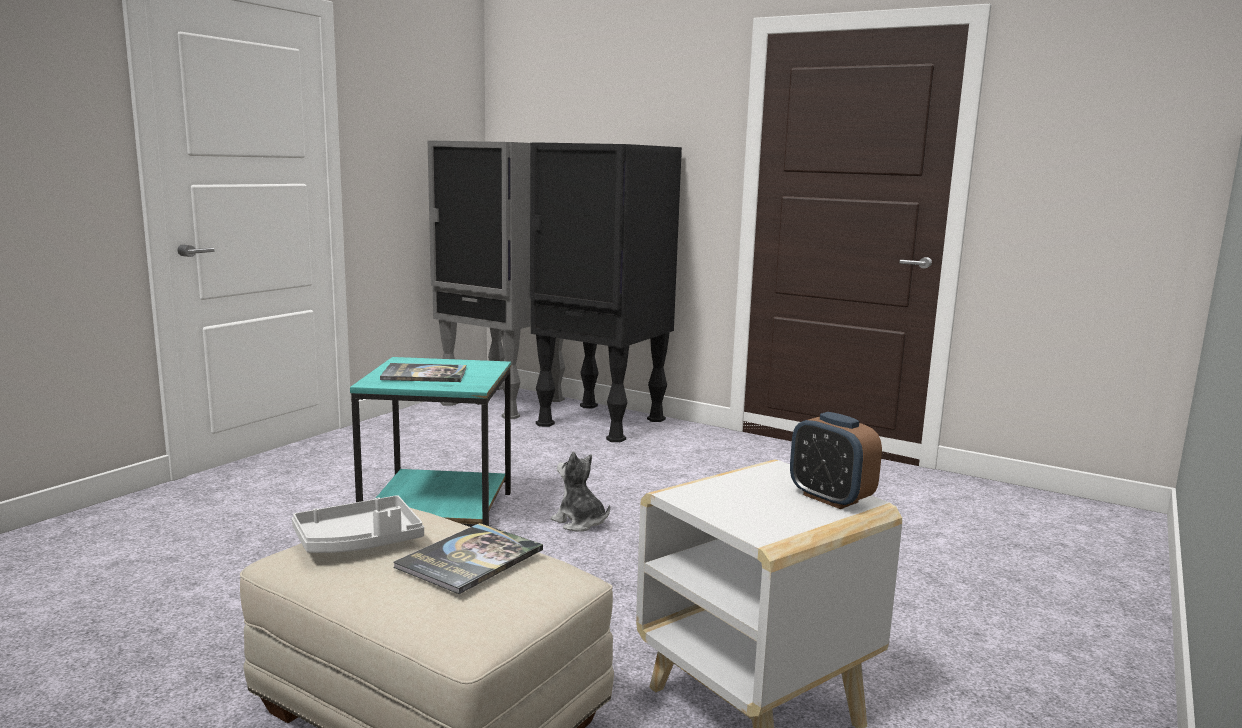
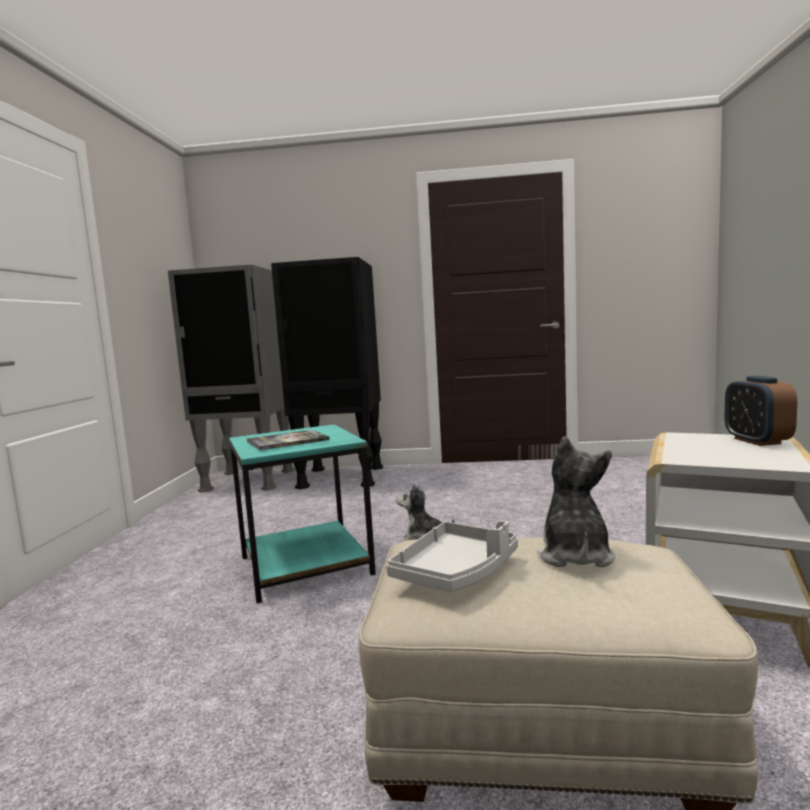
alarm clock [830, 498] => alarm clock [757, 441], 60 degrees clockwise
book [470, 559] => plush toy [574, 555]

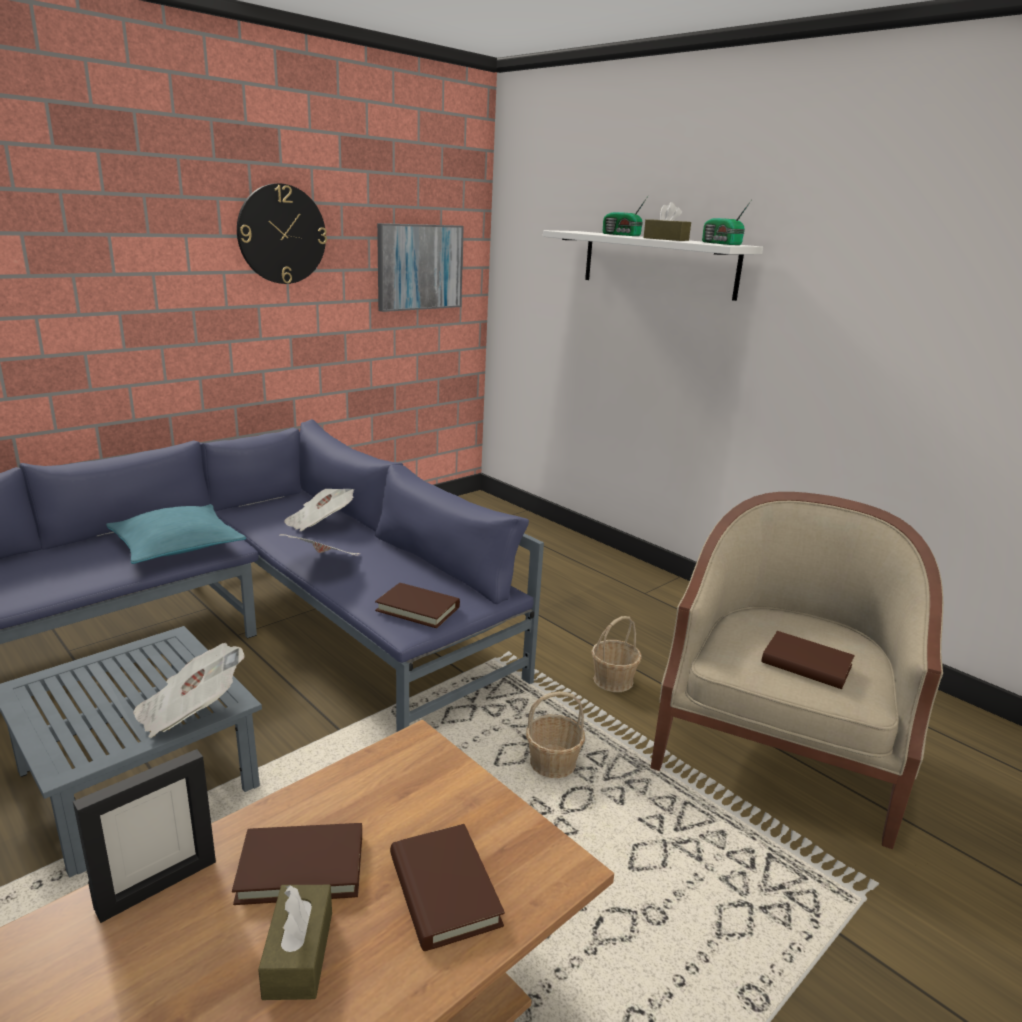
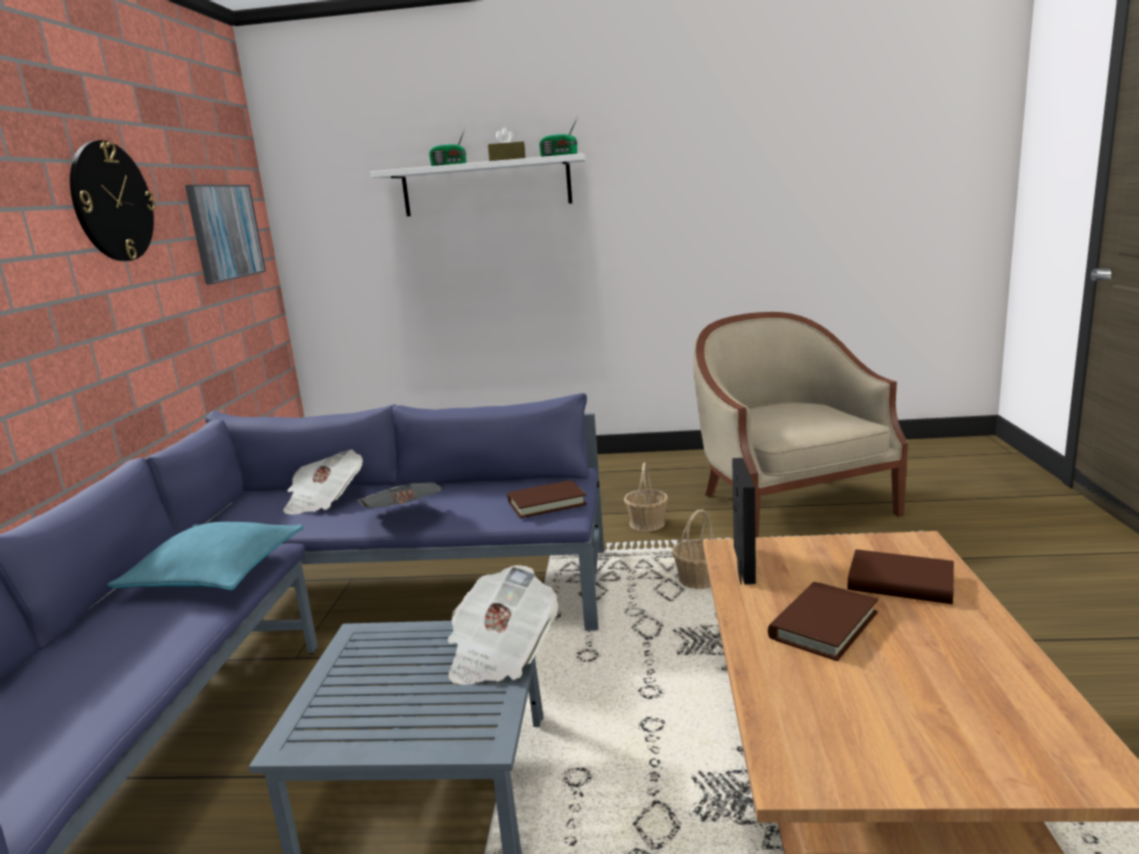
brown book [806, 664] => nothing
picture frame [157, 885] => picture frame [742, 564], shifted
brown tissue box [298, 954] => nothing

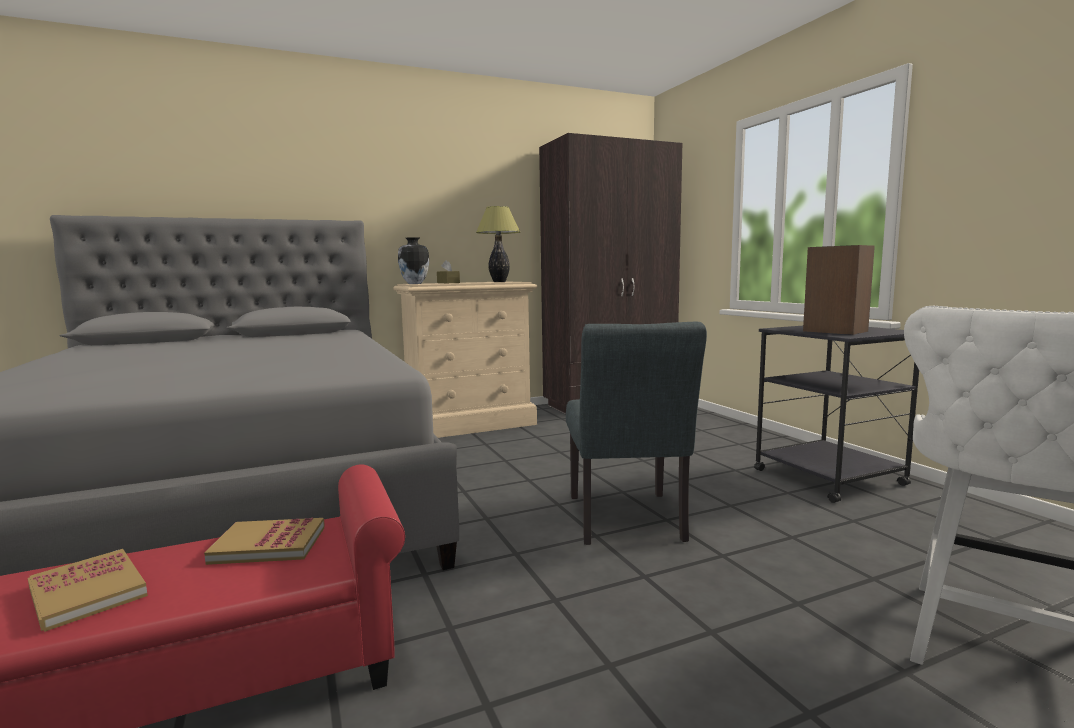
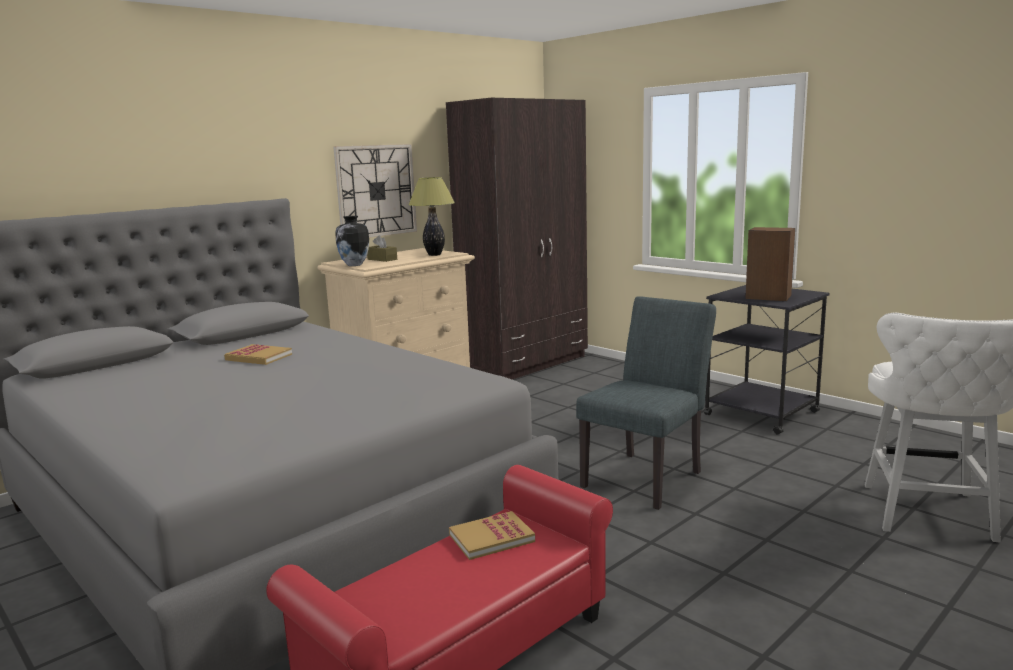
grey chair [627, 522] => grey chair [647, 476], 120 degrees counterclockwise
book [87, 592] => book [258, 357], shifted
nothing => wall clock [376, 191]

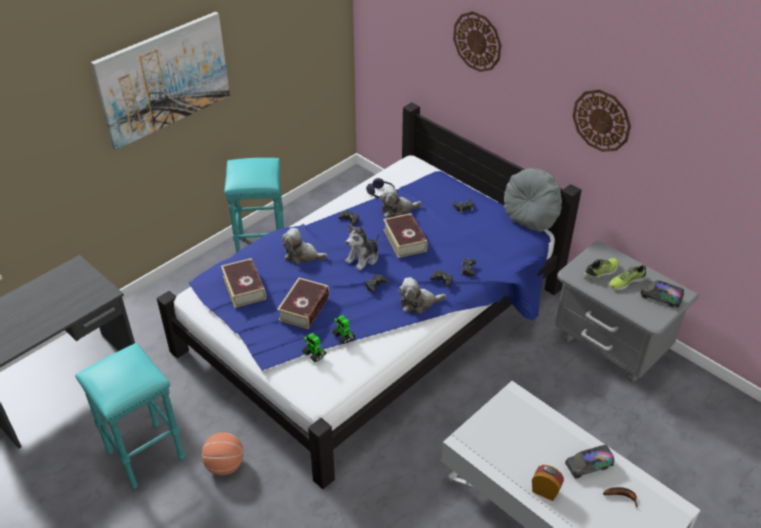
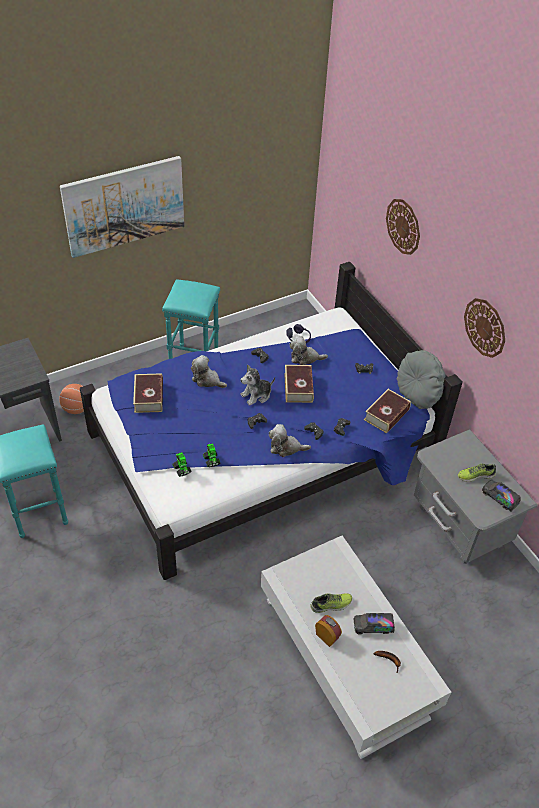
shoe [601, 272] => shoe [331, 605], shifted
book [304, 308] => book [386, 415], shifted
basketball [224, 465] => basketball [76, 408], shifted

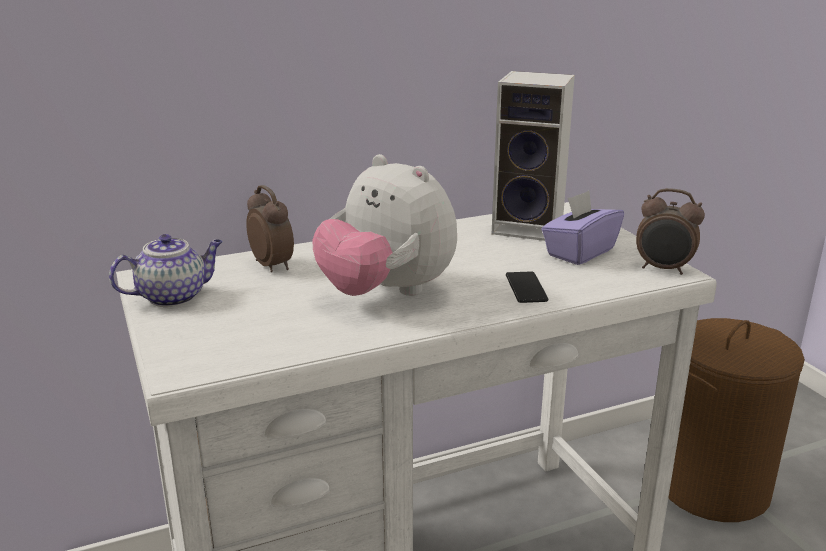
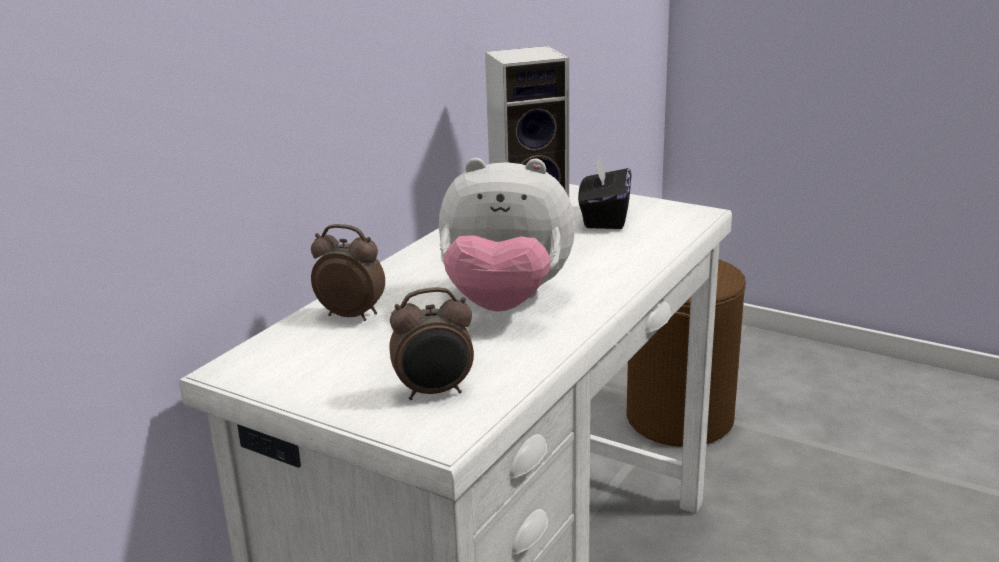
alarm clock [663, 269] => alarm clock [435, 392], shifted
purple tissue box [579, 252] => black tissue box [604, 218]
teapot [174, 296] => nothing
phone [526, 288] => nothing

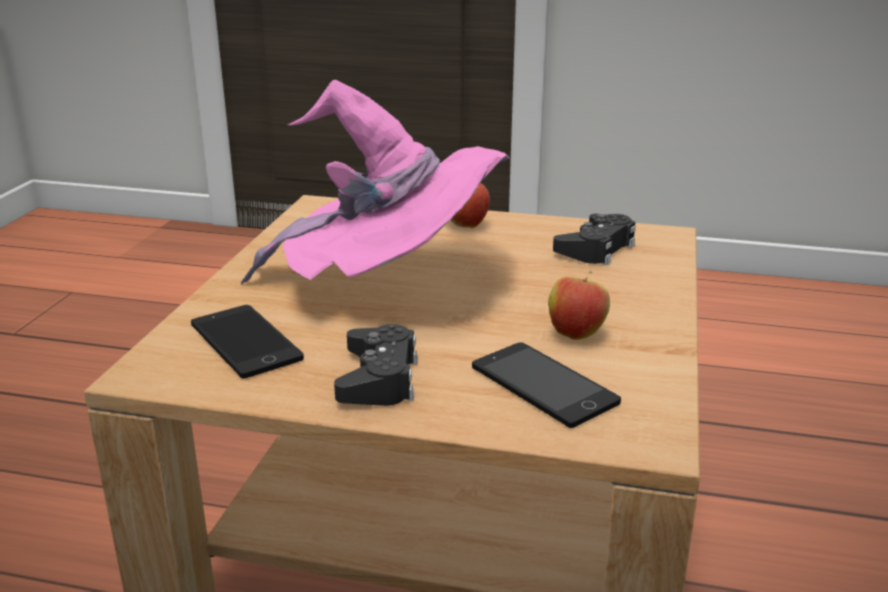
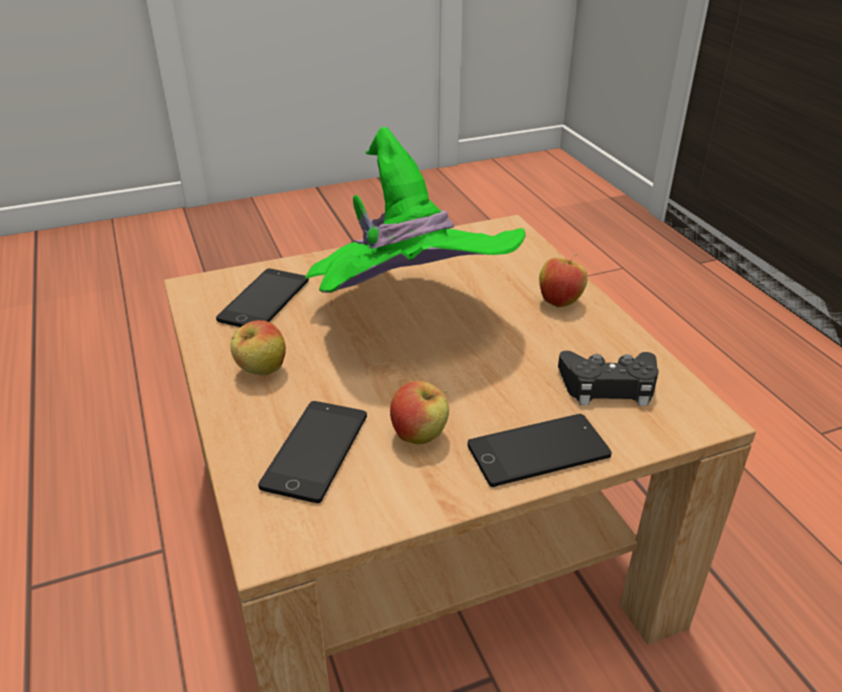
pink hat [391, 284] => green hat [408, 315]
black game controller [378, 378] => apple [261, 371]
nothing => phone [538, 451]

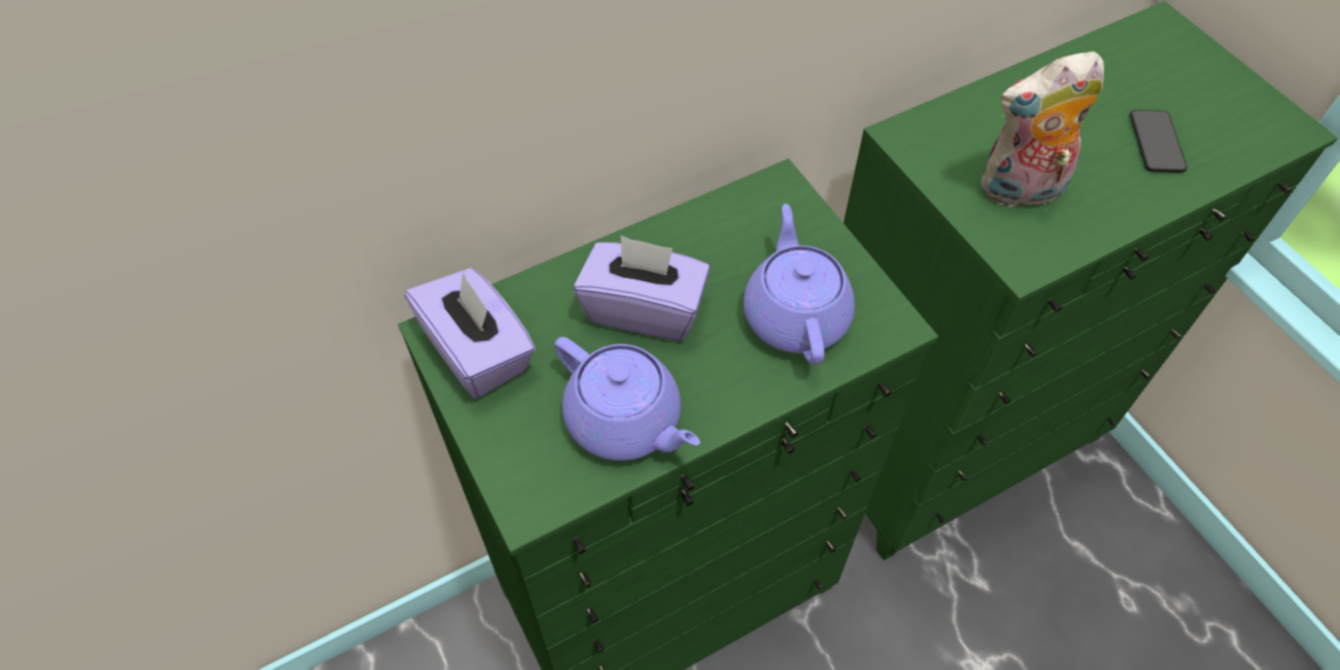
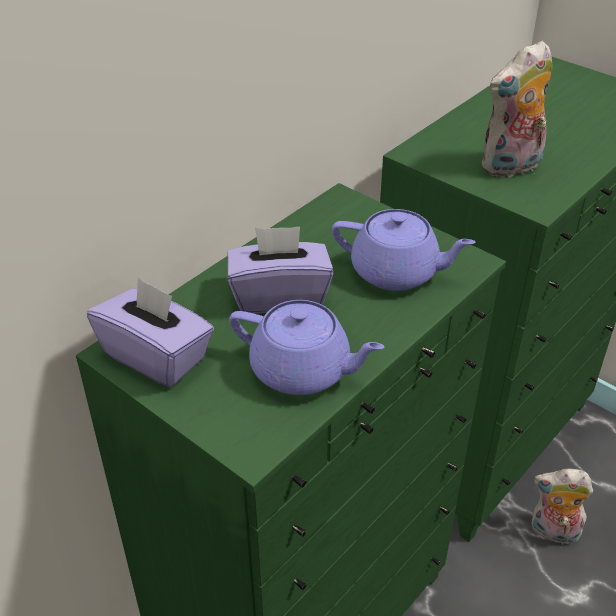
phone [1156, 142] => nothing
purple teapot [795, 315] => purple teapot [397, 272], 135 degrees clockwise
nothing => plush toy [553, 532]

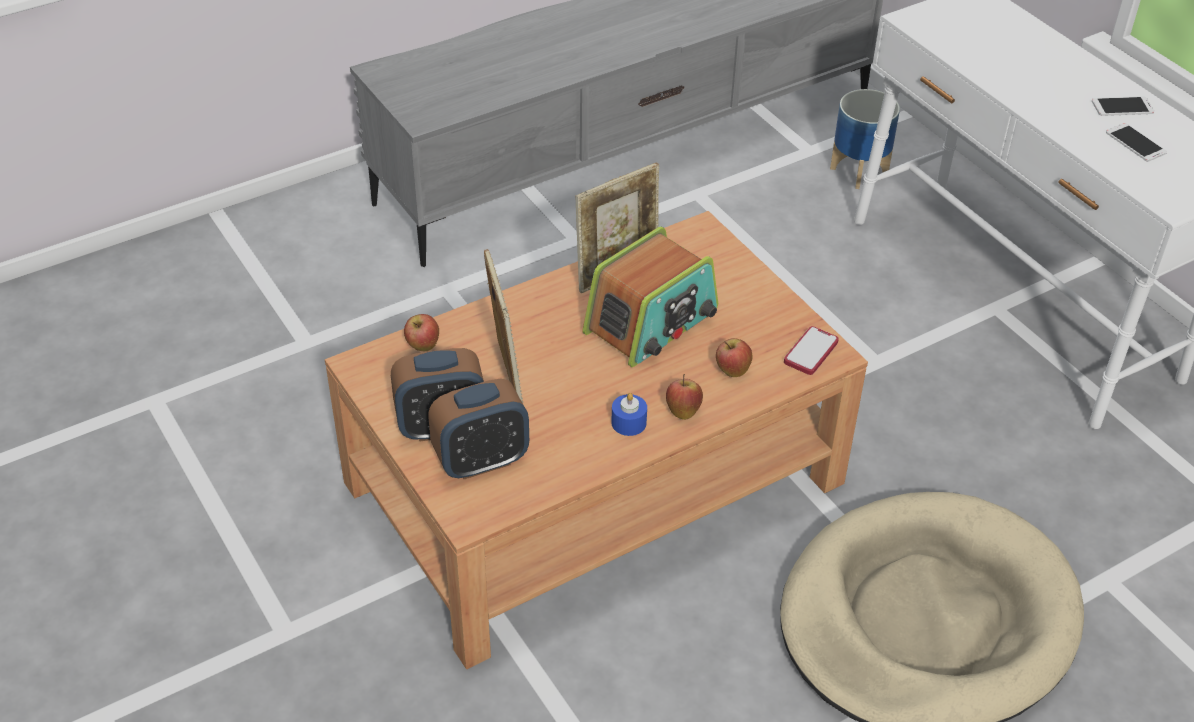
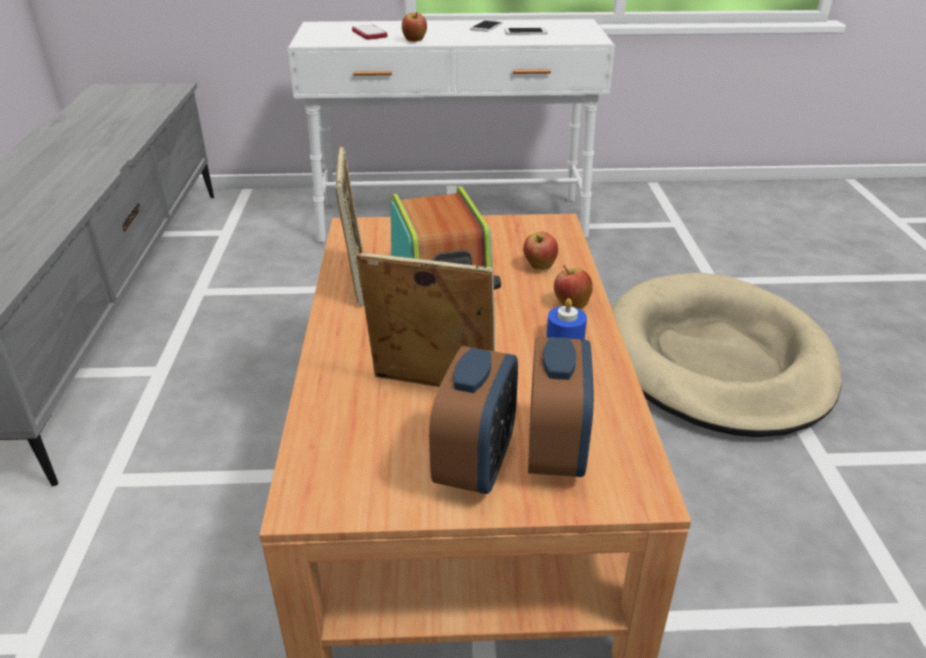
planter [859, 171] => nothing
apple [423, 346] => apple [414, 41], shifted
phone [811, 352] => phone [369, 34], shifted

